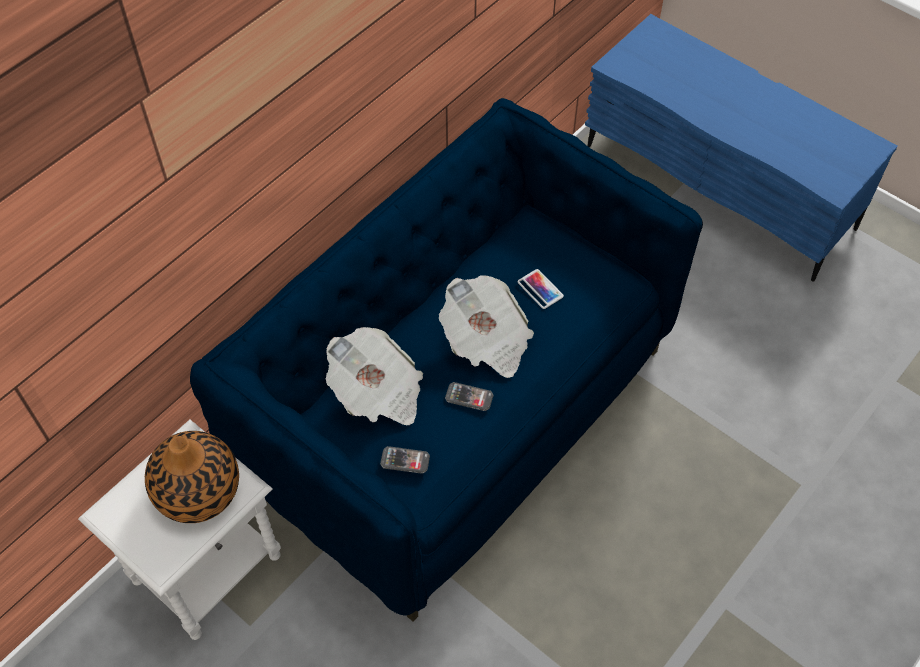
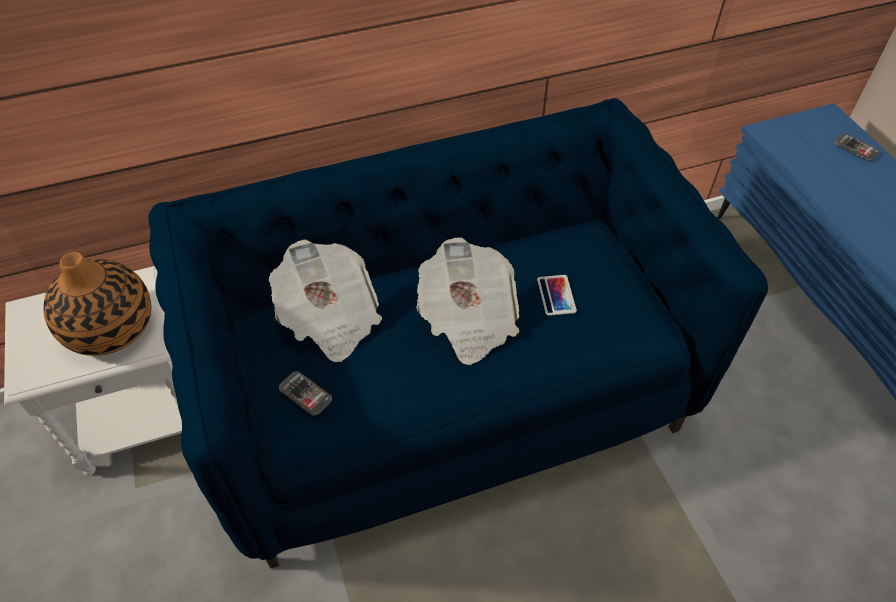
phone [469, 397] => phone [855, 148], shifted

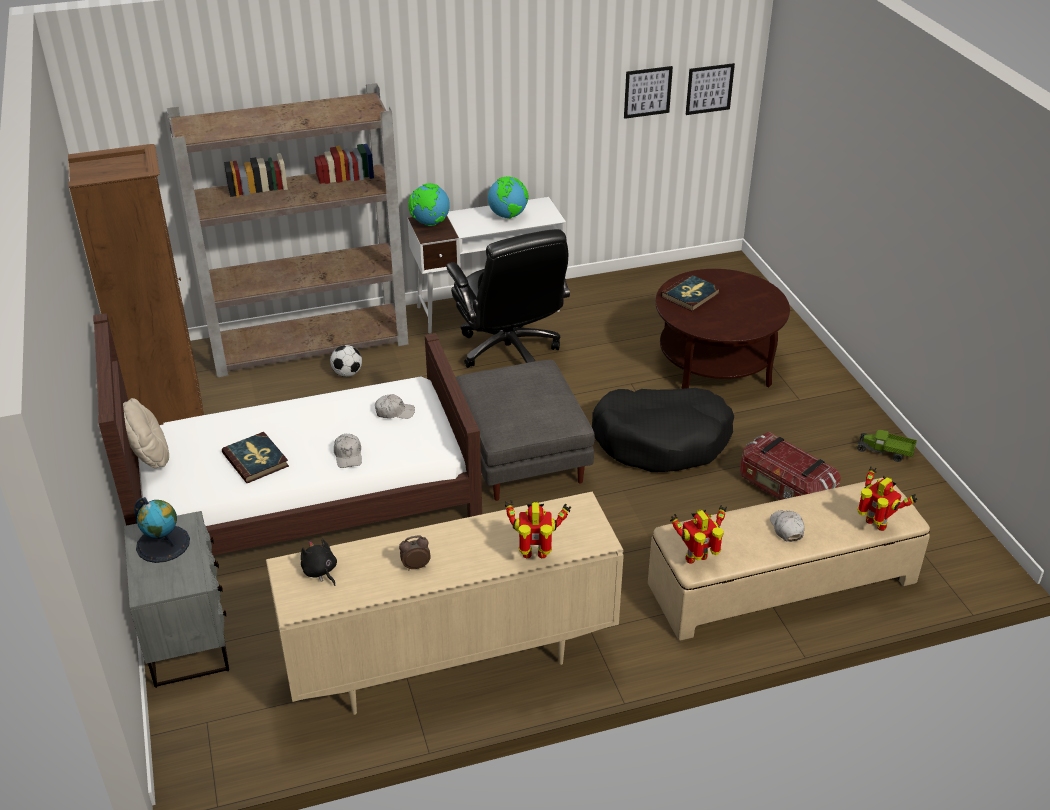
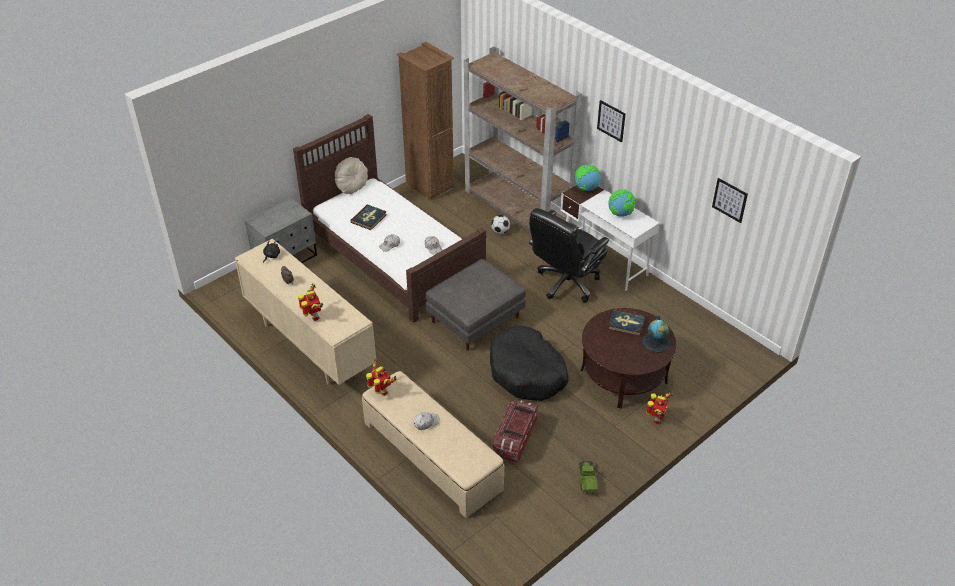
picture [709, 89] => picture [611, 121], shifted
toy robot [875, 525] => toy robot [656, 419], shifted
globe [163, 544] => globe [656, 342], shifted

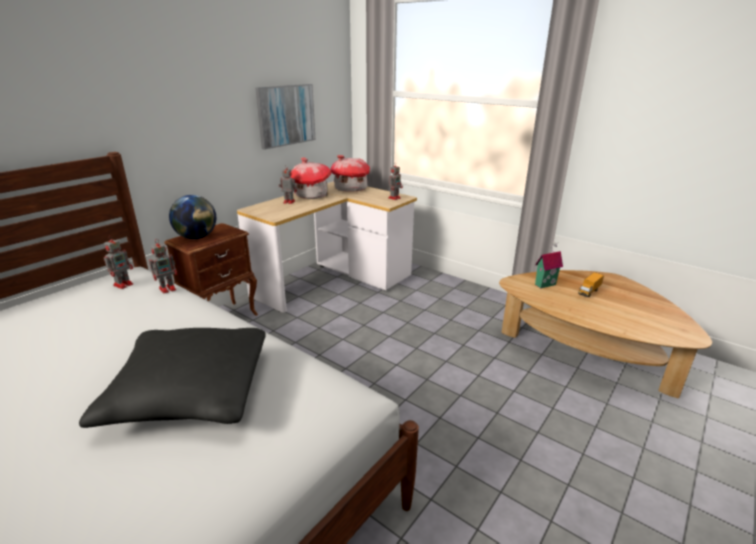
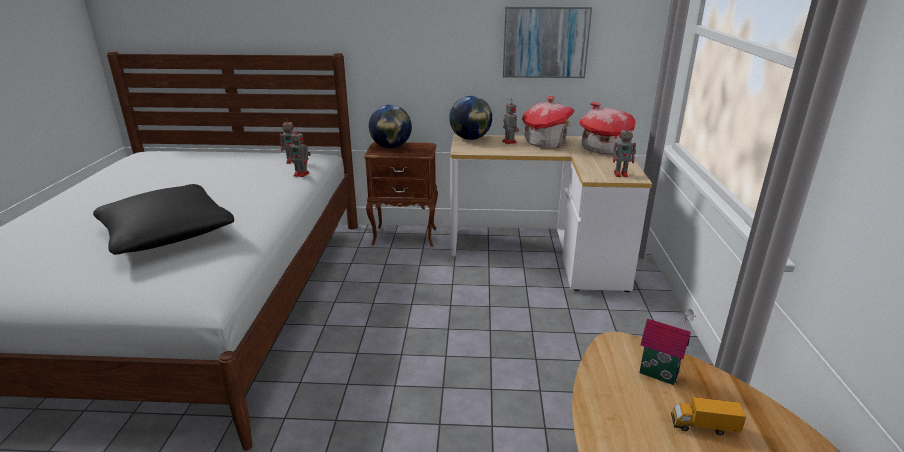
nothing => globe [470, 138]

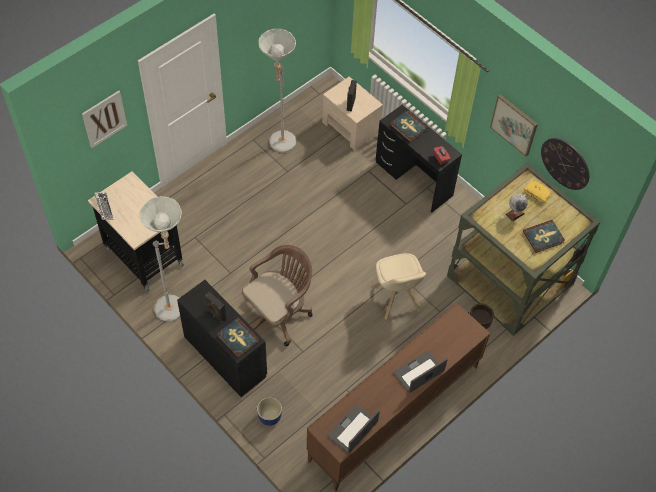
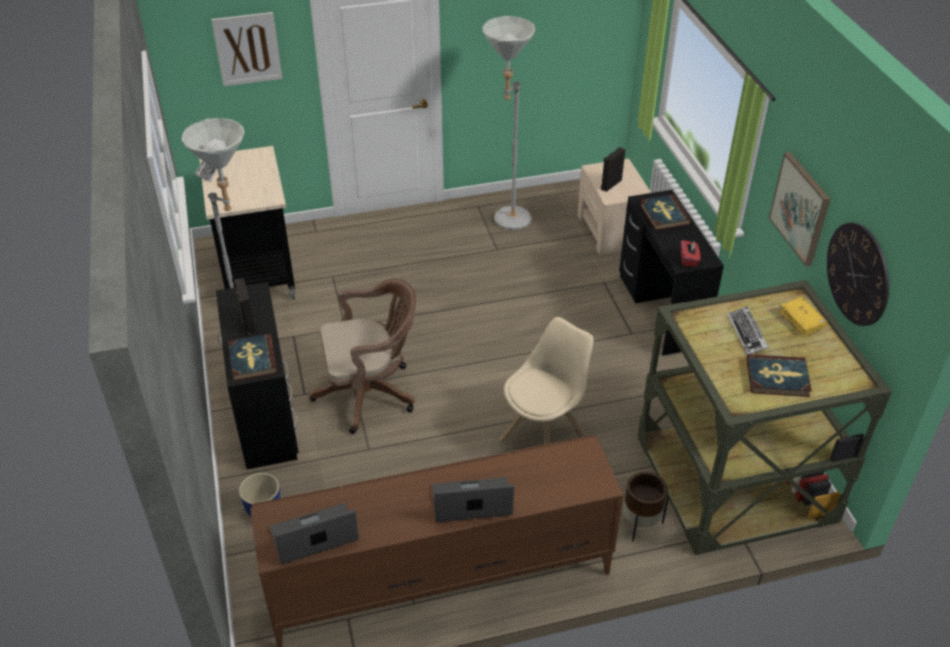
globe [515, 214] => keyboard [747, 333]
beige chair [396, 299] => beige chair [544, 437], 150 degrees counterclockwise

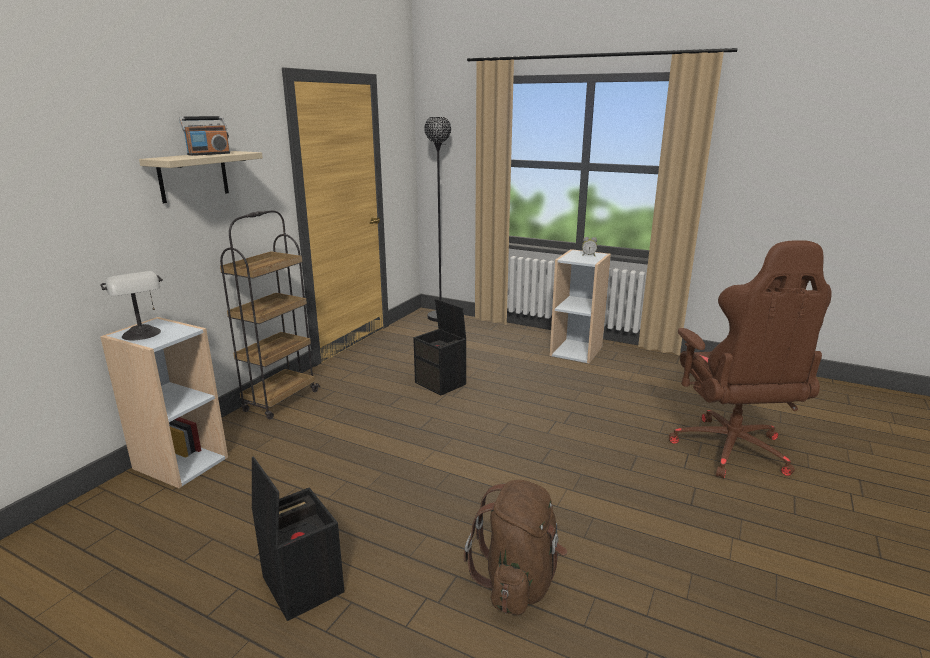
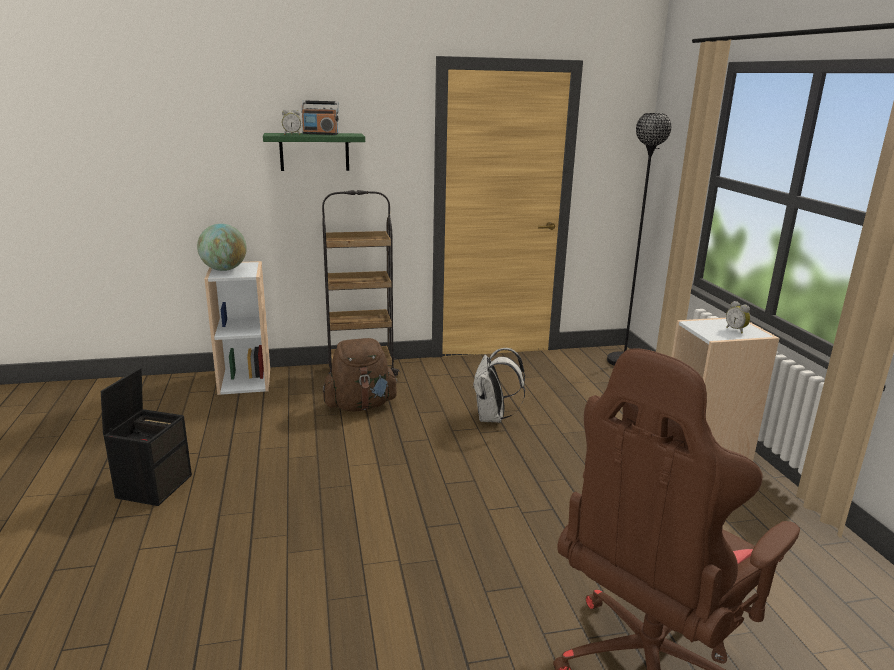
beige shelf [193, 176] => green shelf [314, 152]
table lamp [144, 336] => globe [224, 269]
black storage box [441, 383] => white backpack [493, 418]
brown backpack [518, 582] => brown backpack [360, 406], shifted
nothing => alarm clock [292, 134]

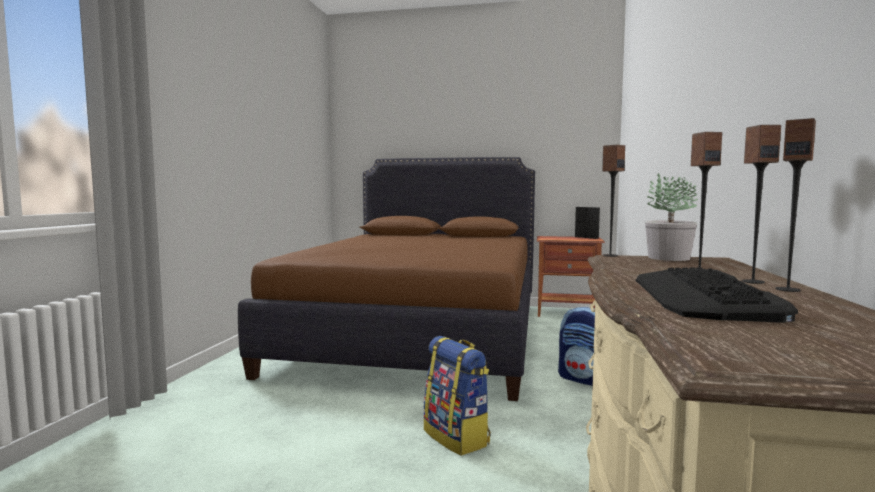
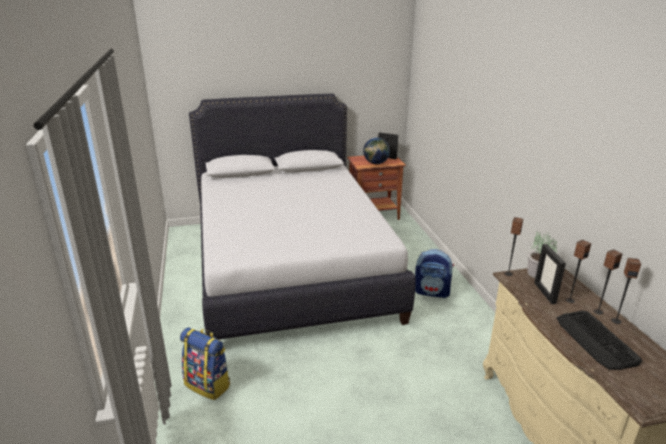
brown bed [420, 334] => white bed [290, 266]
backpack [457, 437] => backpack [208, 385], shifted
nothing => globe [376, 163]
nothing => picture frame [545, 293]

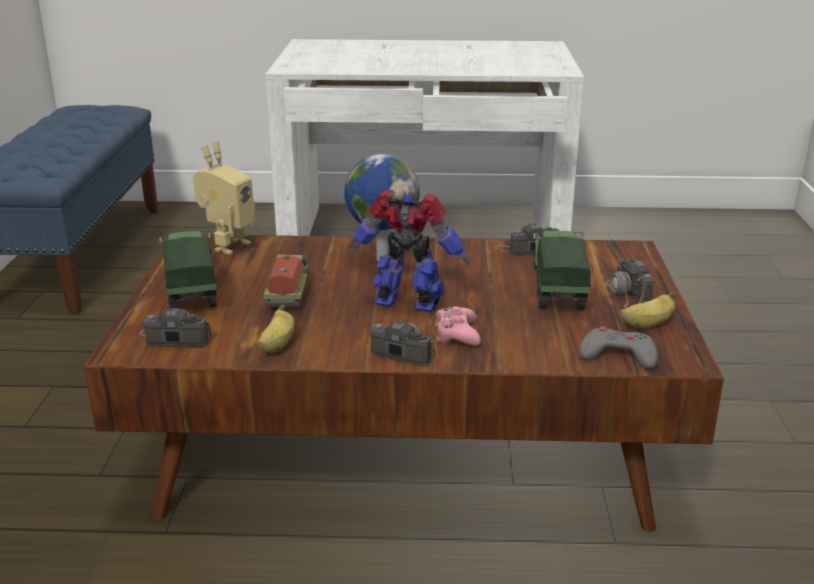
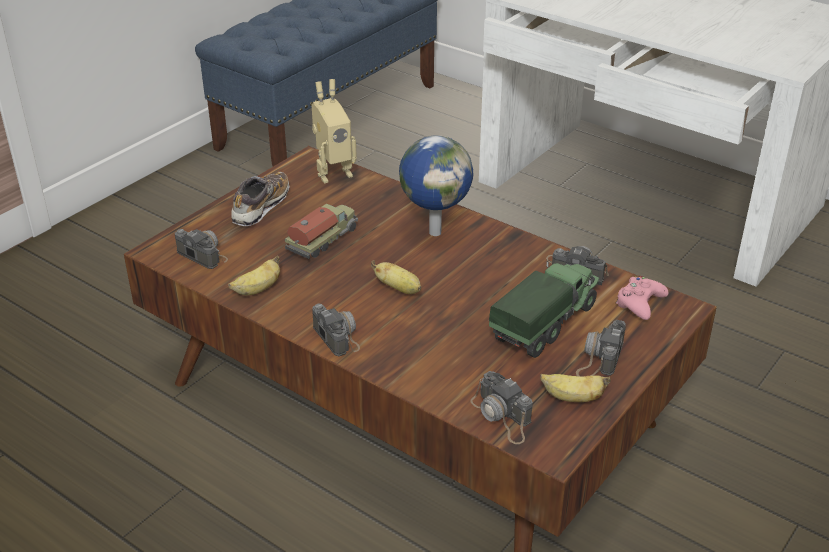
toy robot [408, 303] => banana [399, 289]
toy truck [191, 287] => shoe [261, 207]
pink game controller [456, 334] => pink game controller [639, 303], shifted
grey game controller [618, 355] => photo camera [502, 416]

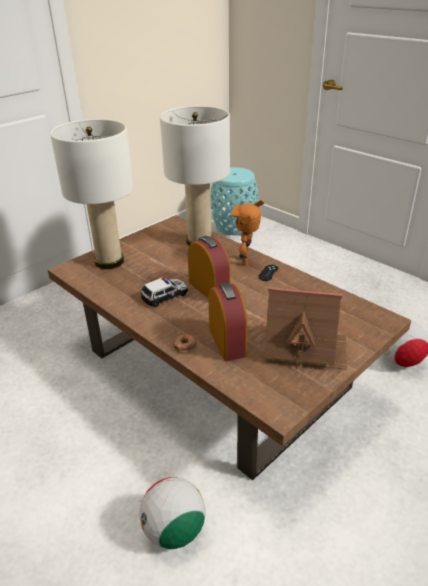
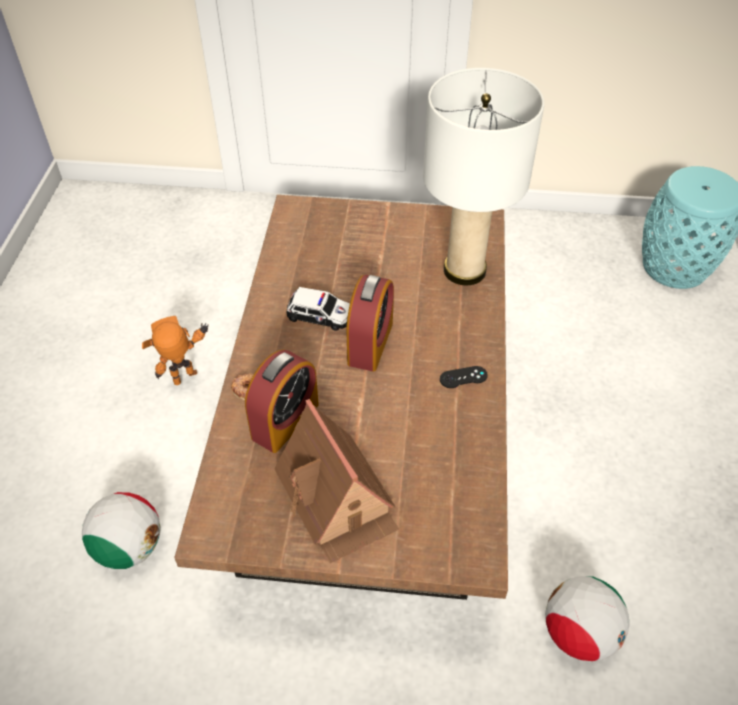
white table lamp [109, 262] => nothing
toy robot [247, 260] => toy robot [188, 381], shifted

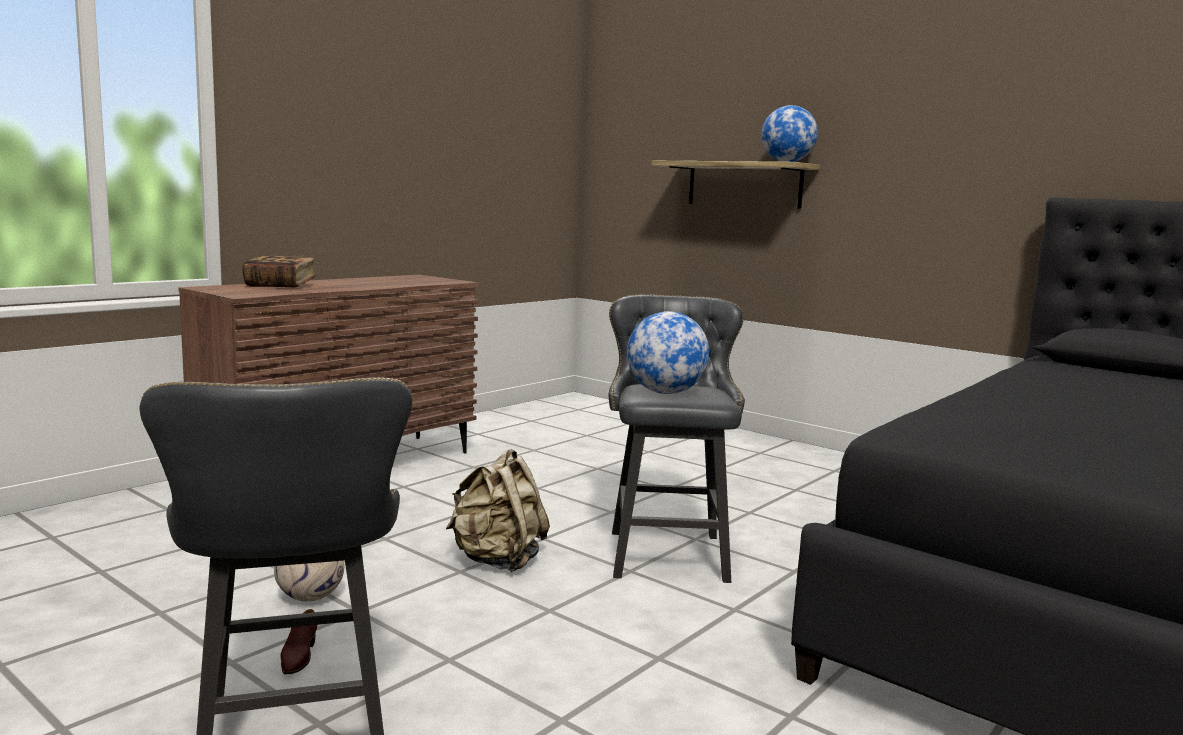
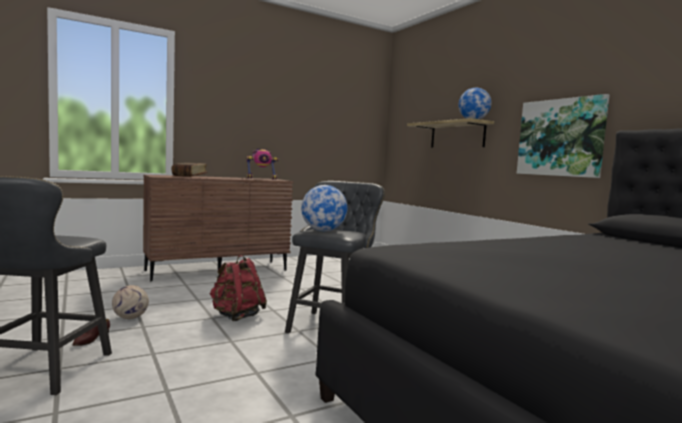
beige backpack [498, 561] => red backpack [236, 316]
nothing => picture [560, 137]
nothing => toy robot [261, 178]

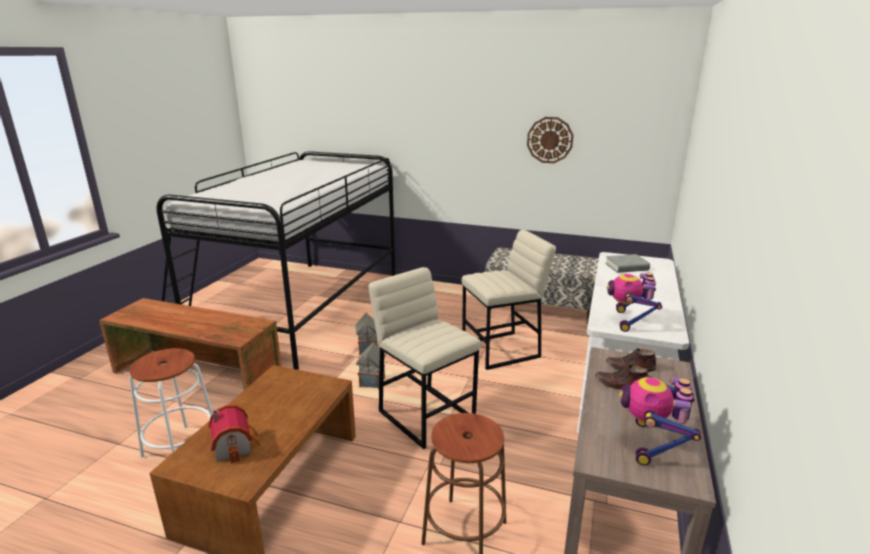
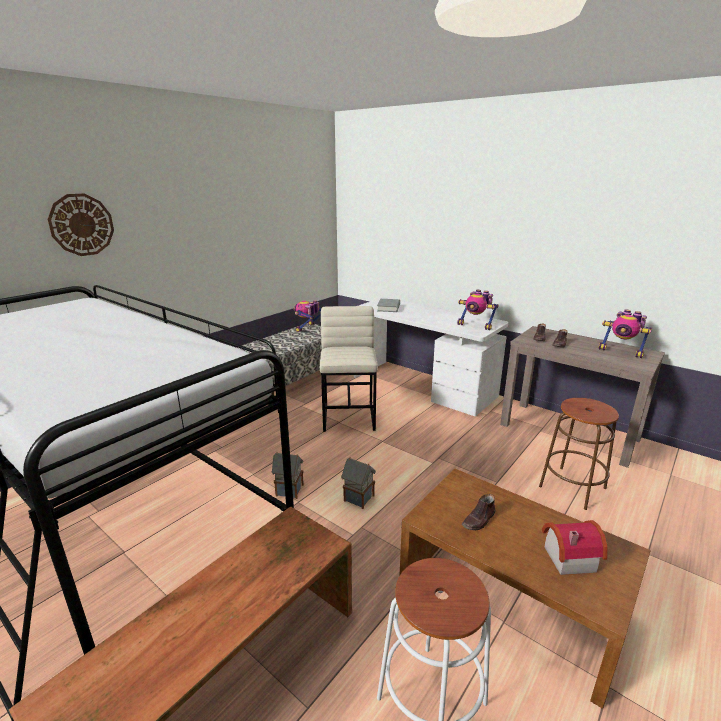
wall clock [549, 140] => wall clock [81, 225], shifted
beige chair [425, 414] => nothing
nothing => toy robot [308, 328]
nothing => brown shoe [479, 520]

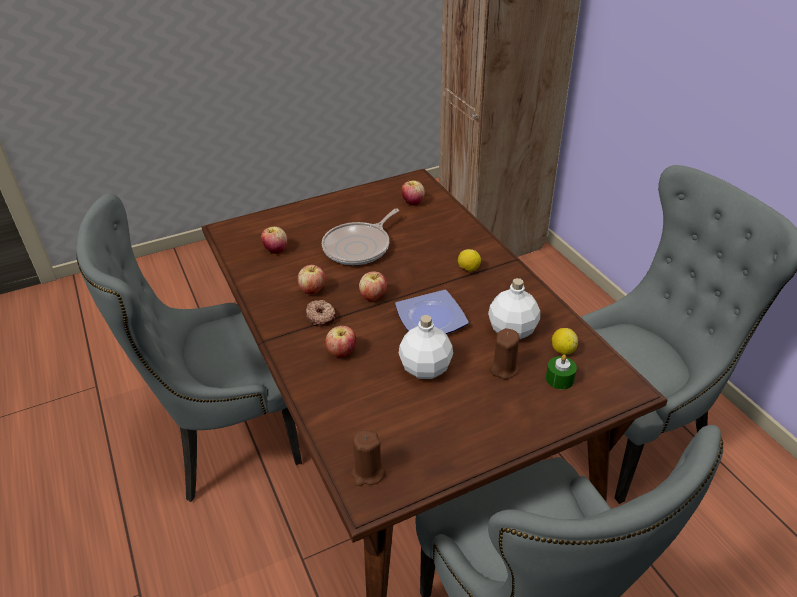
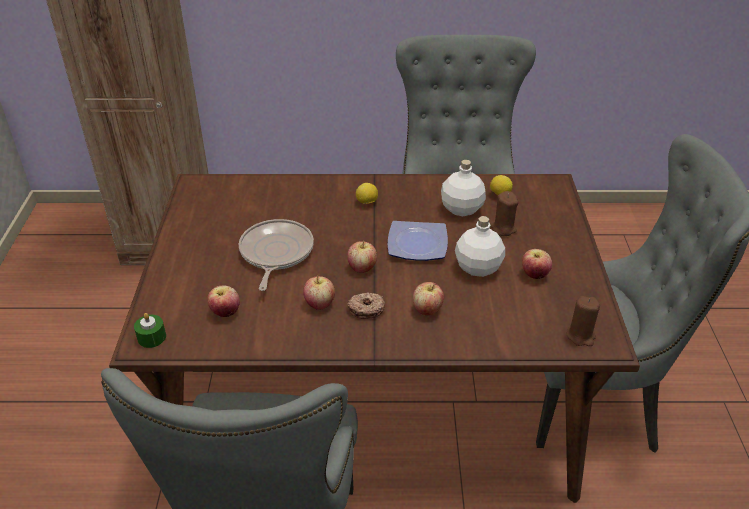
apple [413, 202] => apple [534, 275], shifted
frying pan [359, 247] => frying pan [275, 253], 150 degrees counterclockwise
green candle [560, 379] => green candle [152, 337], shifted

